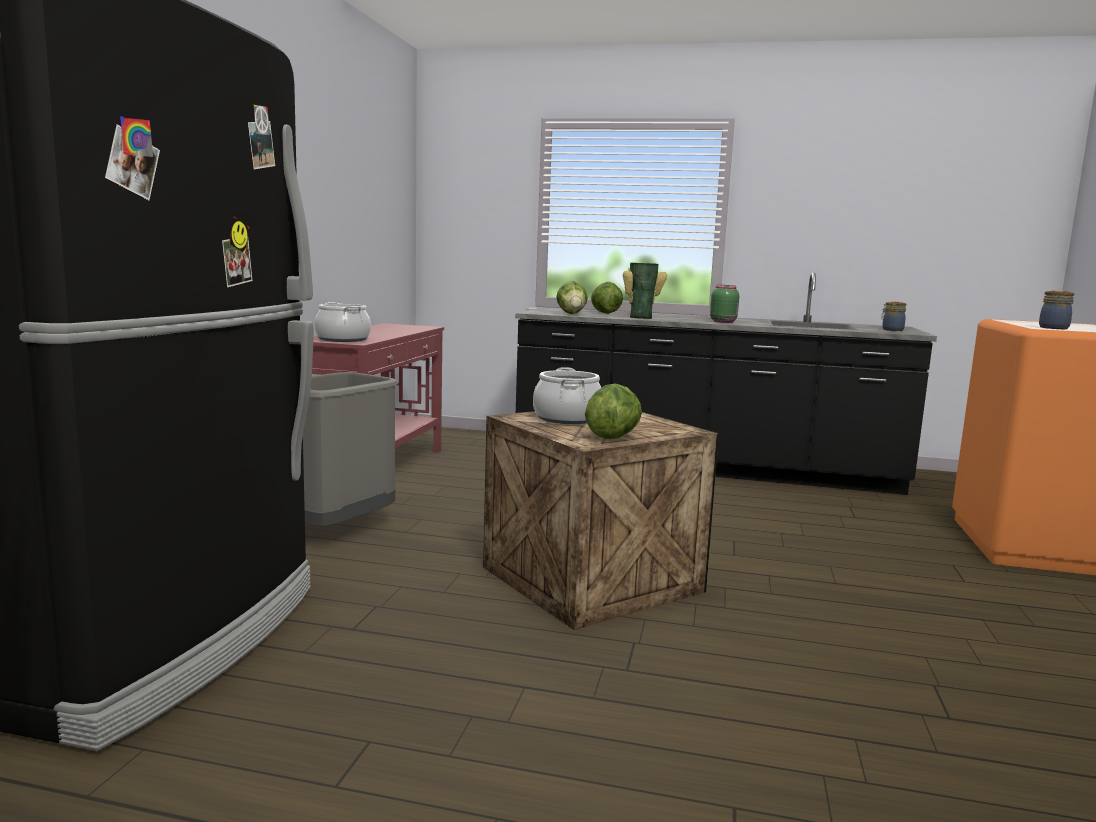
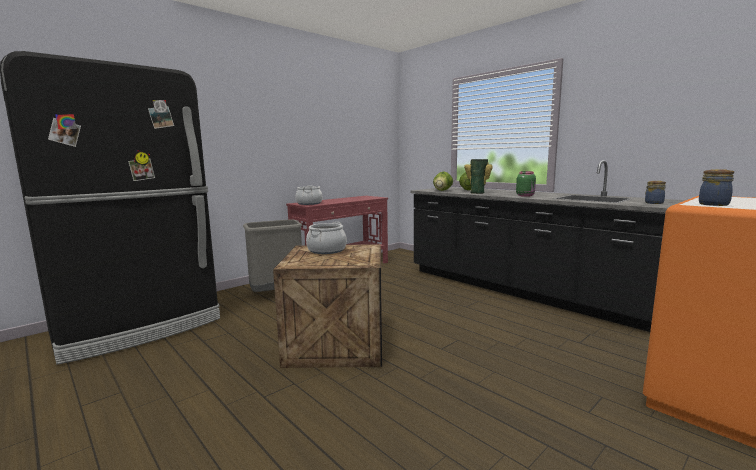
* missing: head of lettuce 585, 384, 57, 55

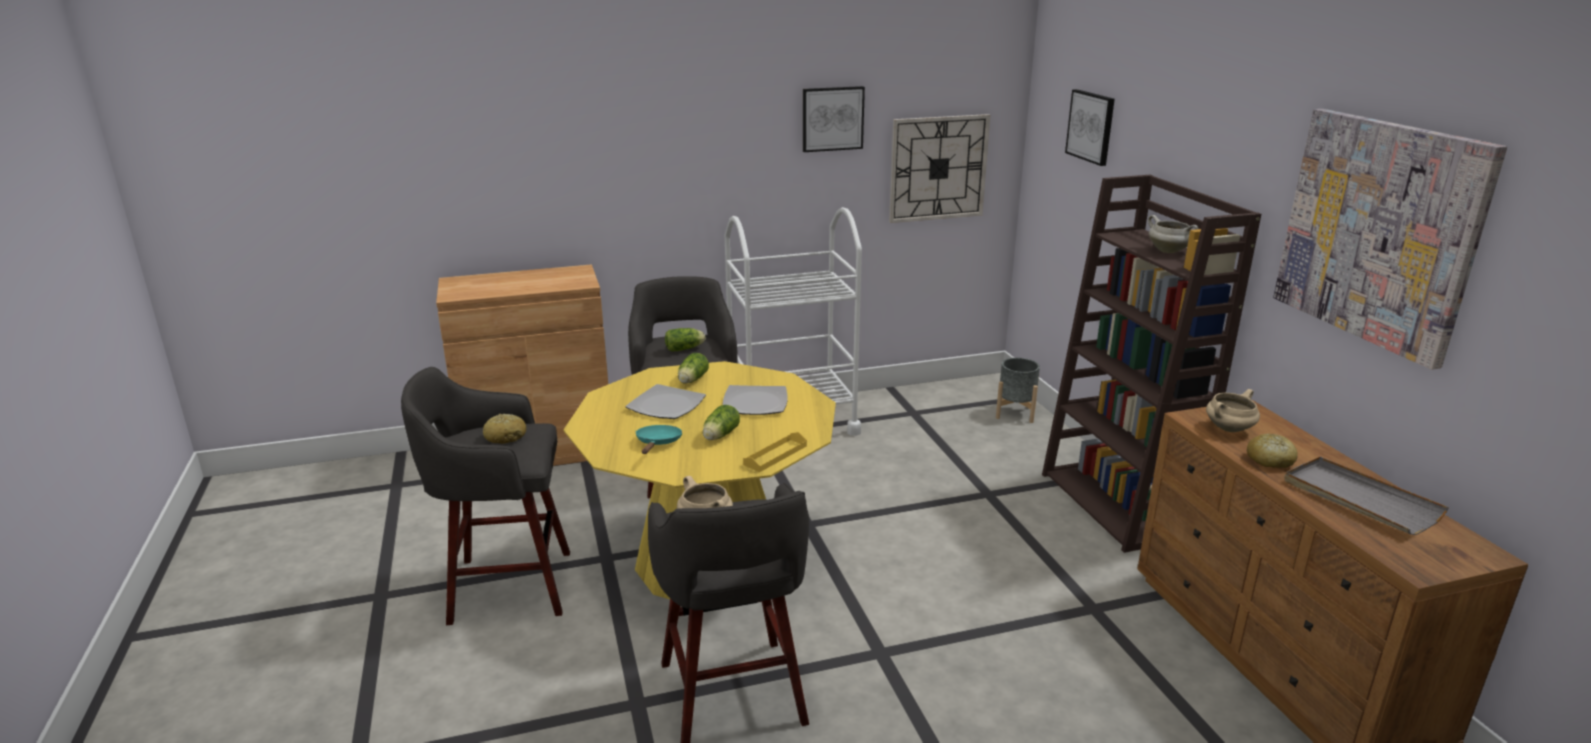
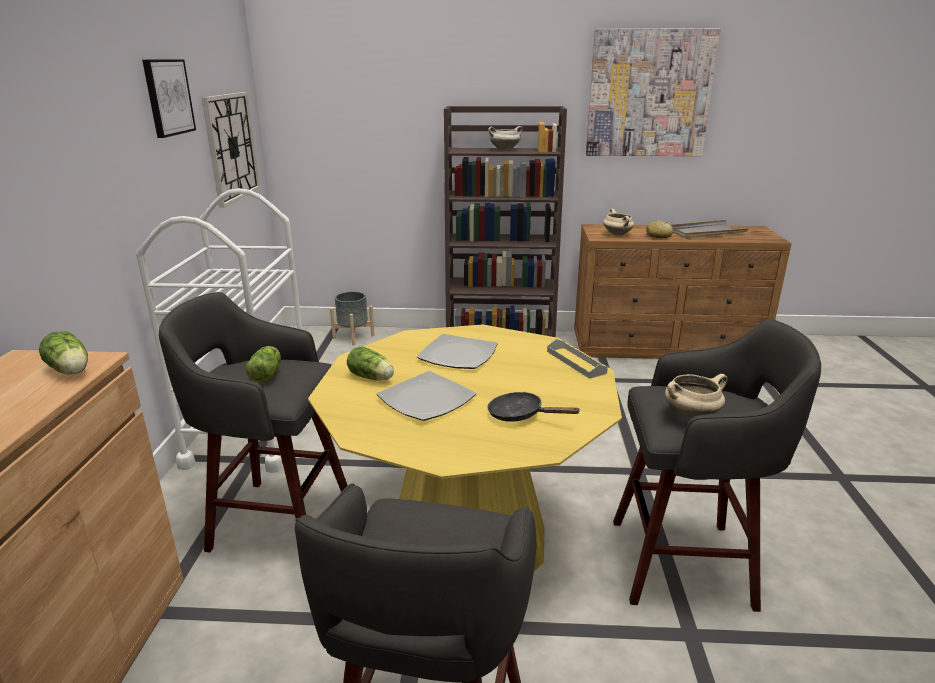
* missing: bakery bread 483, 414, 43, 30
* colour: frying pan in blue-green 636, 425, 46, 29 to frying pan in black-coloured 487, 392, 94, 30
* relocated: head of lettuce 703, 405, 37, 35 to 39, 331, 49, 43
* colour: tray in yellow 743, 432, 64, 40 to tray in grey 547, 339, 61, 40
* missing: wall art 1065, 89, 50, 77

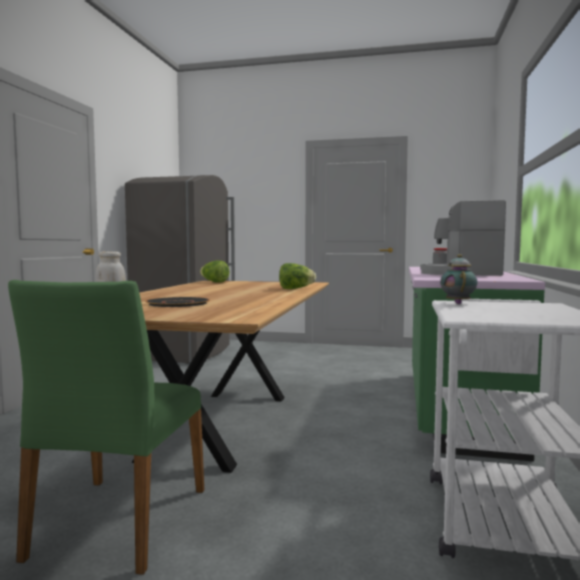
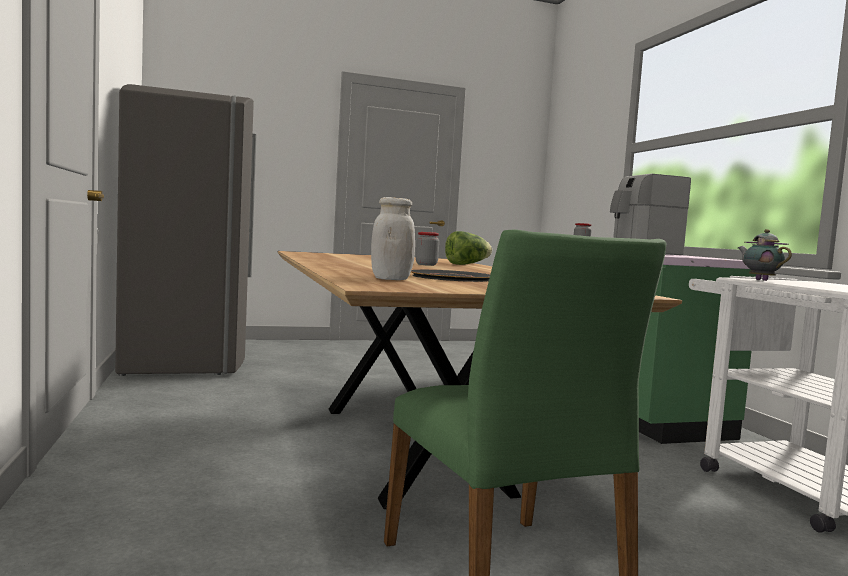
* missing: head of lettuce 200, 261, 29, 21
* appeared: jar 416, 232, 23, 34

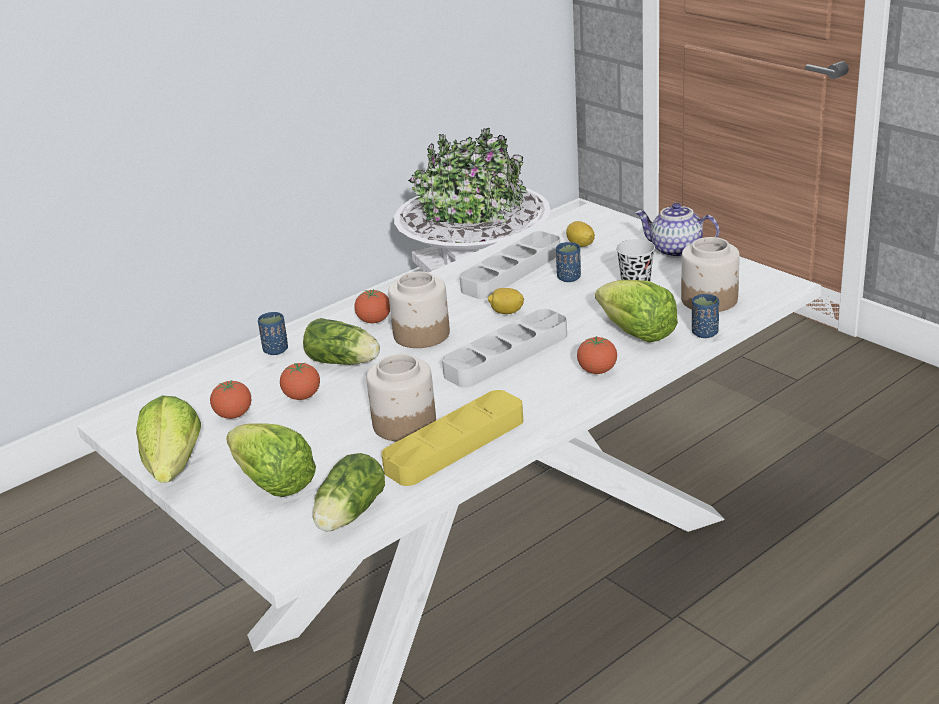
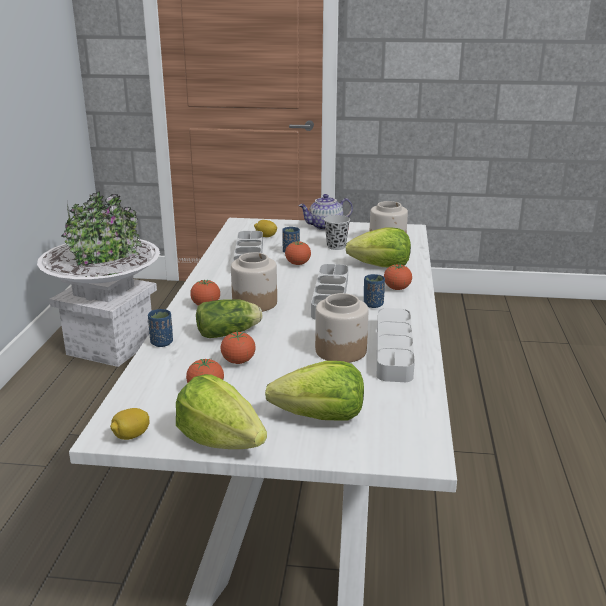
* missing: head of lettuce 313, 453, 72, 78
* colour: tray in yellow 381, 390, 142, 96 to tray in grey 377, 308, 38, 74
* relocated: whole lemon 488, 288, 36, 26 to 110, 408, 40, 32
* relocated: drinking cup in blue-coloured 692, 294, 27, 44 to 364, 274, 21, 34
* appeared: whole tomato 285, 241, 26, 24

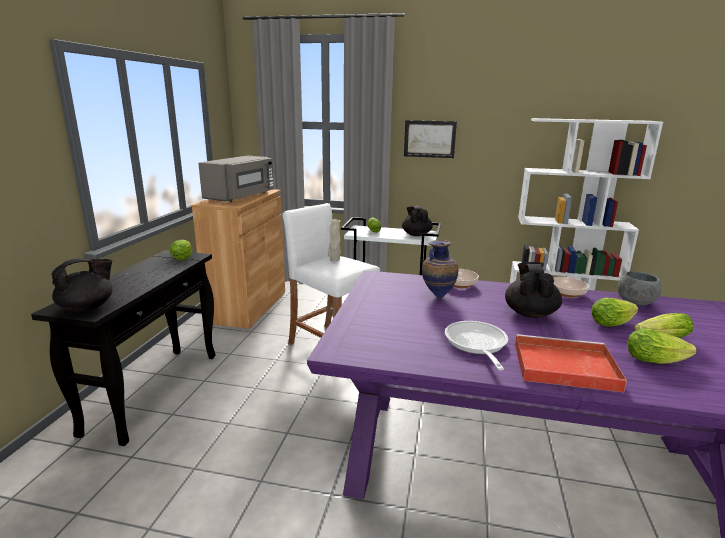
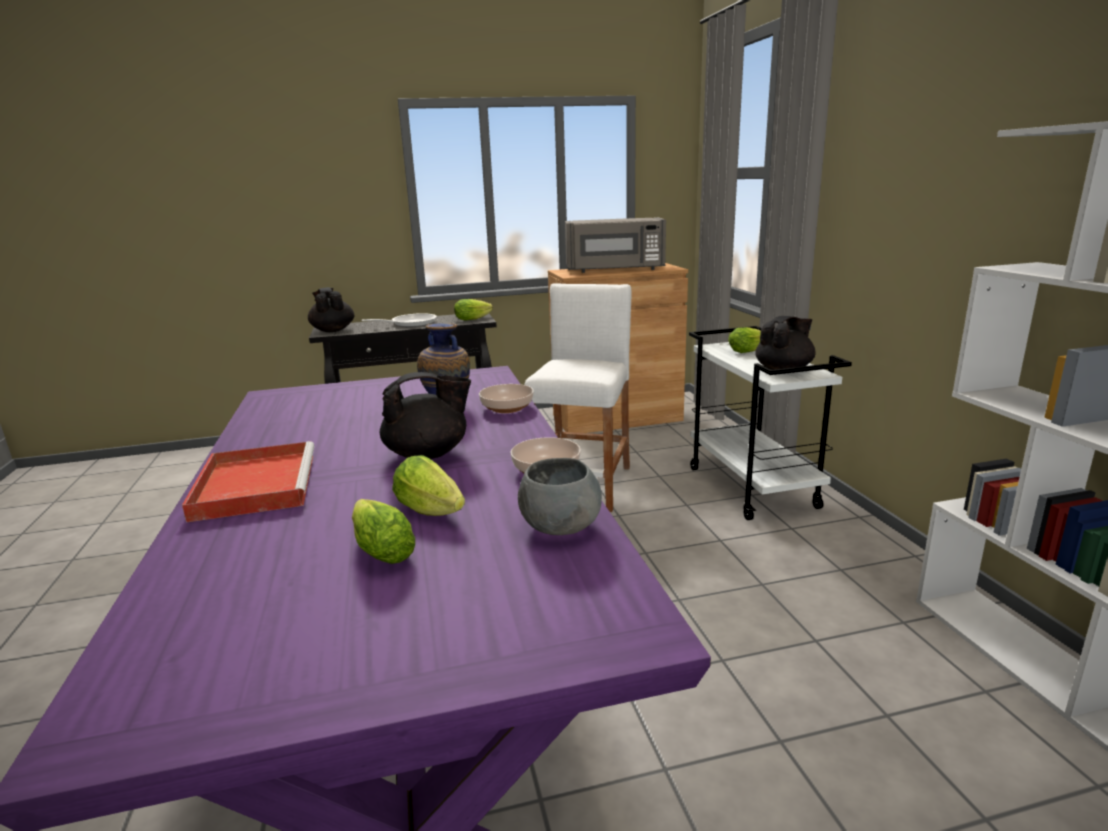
* spun: pot for tea in black-coloured 51, 258, 62, 54 = 308, 287, 46, 45 135 degrees counterclockwise
* missing: flower vase in beige-coloured 328, 219, 13, 42
* missing: wall art 404, 120, 53, 38
* relocated: frying pan 445, 321, 63, 49 to 361, 313, 75, 14
* missing: head of lettuce 627, 328, 69, 36

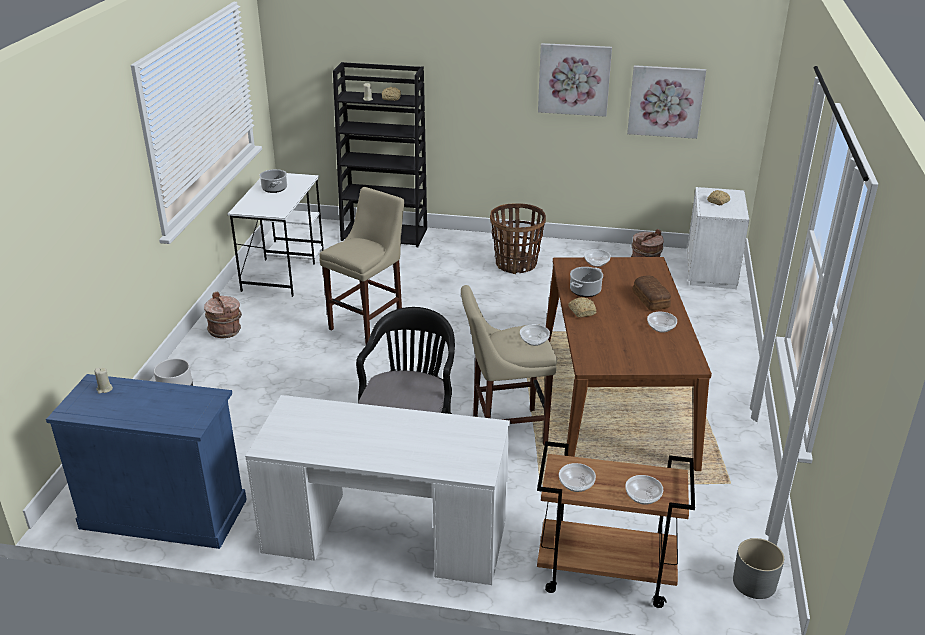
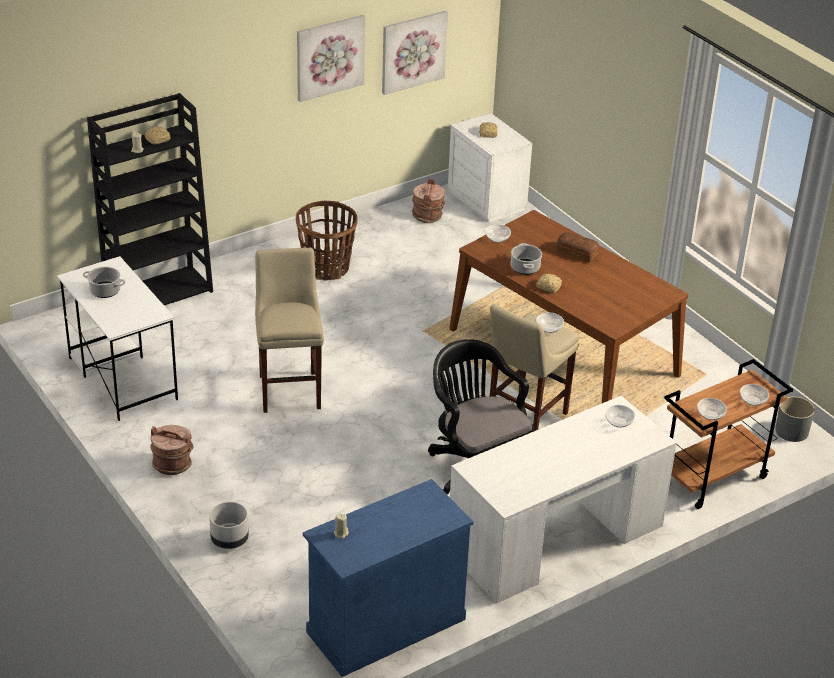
* relocated: serving bowl 647, 312, 30, 21 to 605, 405, 30, 23

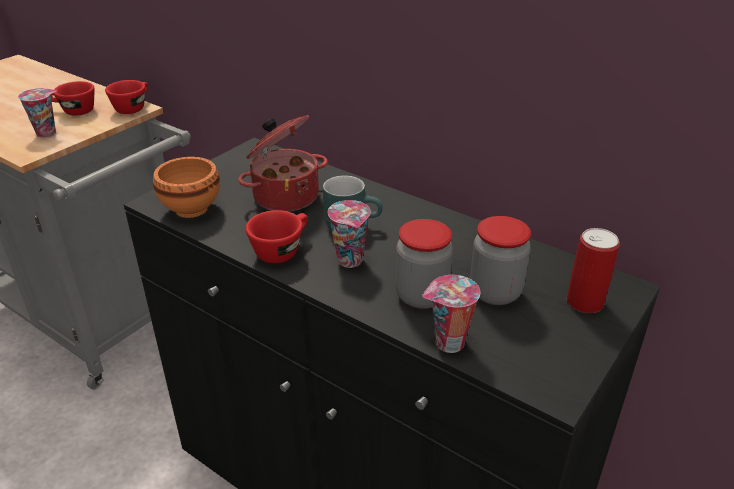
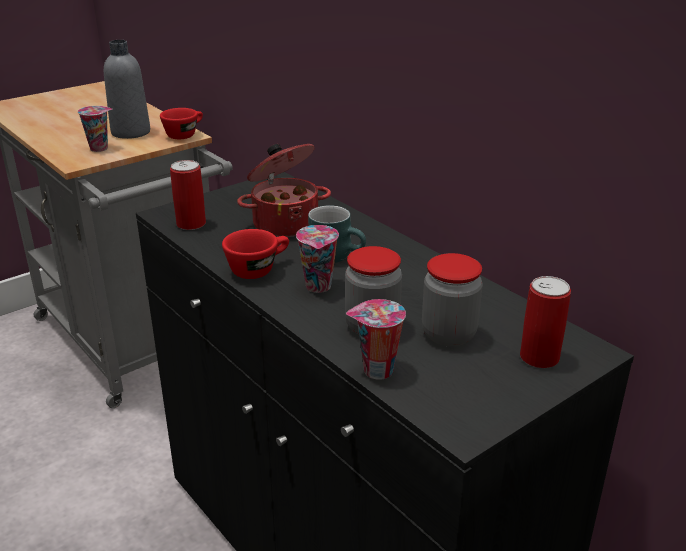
* exchanged: drinking cup in red 51, 81, 44, 35 to beverage bottle in grey 104, 40, 46, 99
* exchanged: serving bowl in orange 153, 157, 67, 61 to metal can 170, 160, 36, 70

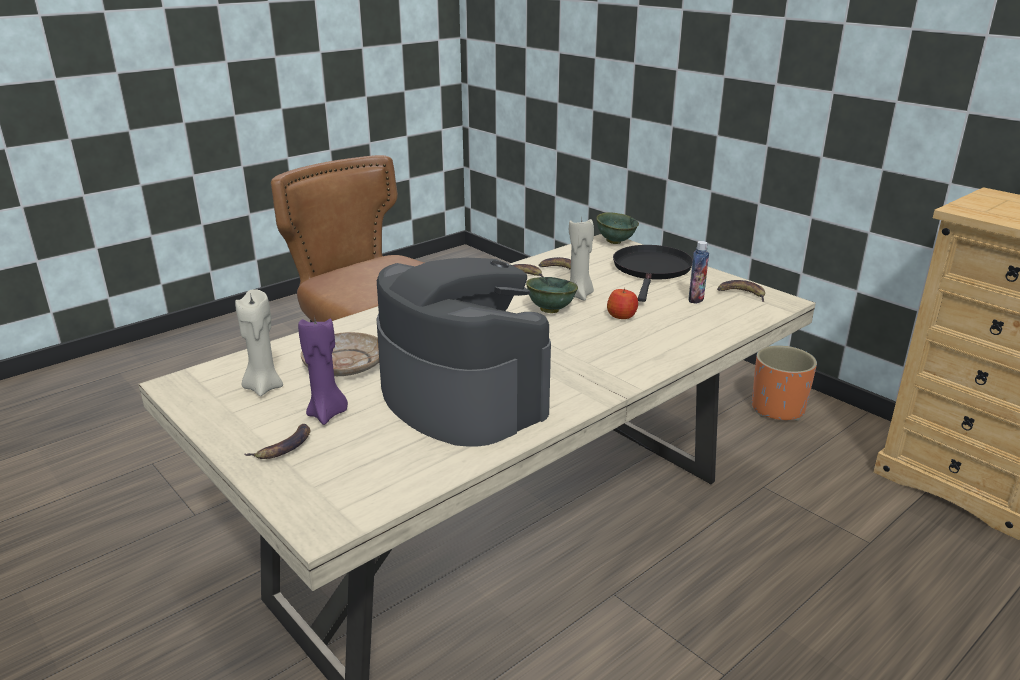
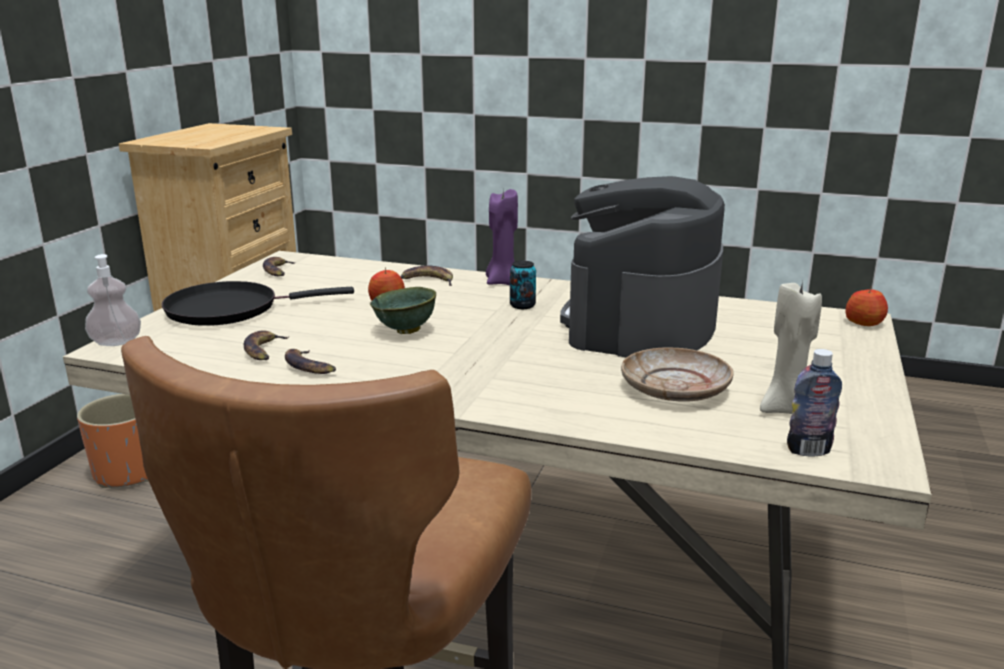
* relocated: banana 244, 424, 66, 35 to 400, 266, 53, 20
* relocated: wax candle in purple-coloured 298, 315, 50, 110 to 486, 189, 32, 96
* missing: wax candle in beige-coloured 569, 219, 25, 82
* exchanged: serving bowl in green 596, 212, 43, 32 to soap dispenser 85, 254, 56, 92
* relocated: beverage bottle 688, 241, 21, 63 to 787, 349, 55, 108
* appeared: metal can 510, 260, 26, 49
* appeared: apple 846, 288, 42, 38

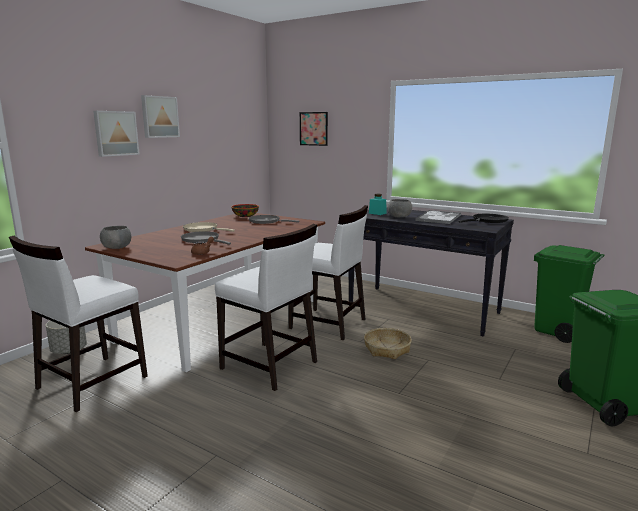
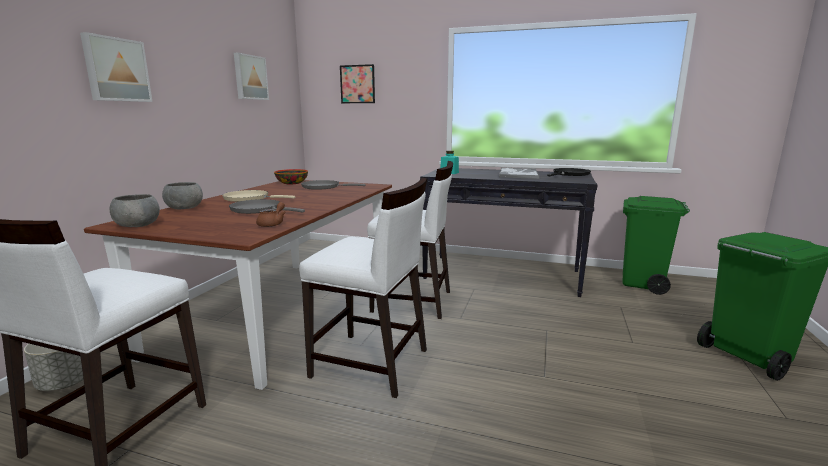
* relocated: wall art 141, 95, 39, 43 to 234, 53, 35, 47
* missing: basket 364, 328, 48, 31
* relocated: serving bowl in grey 388, 199, 24, 18 to 162, 182, 41, 27

